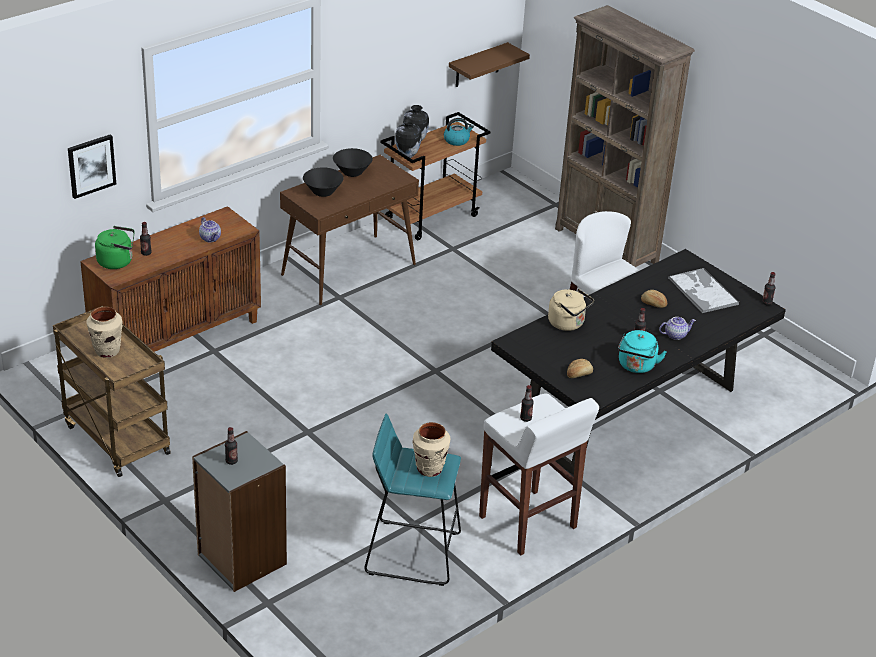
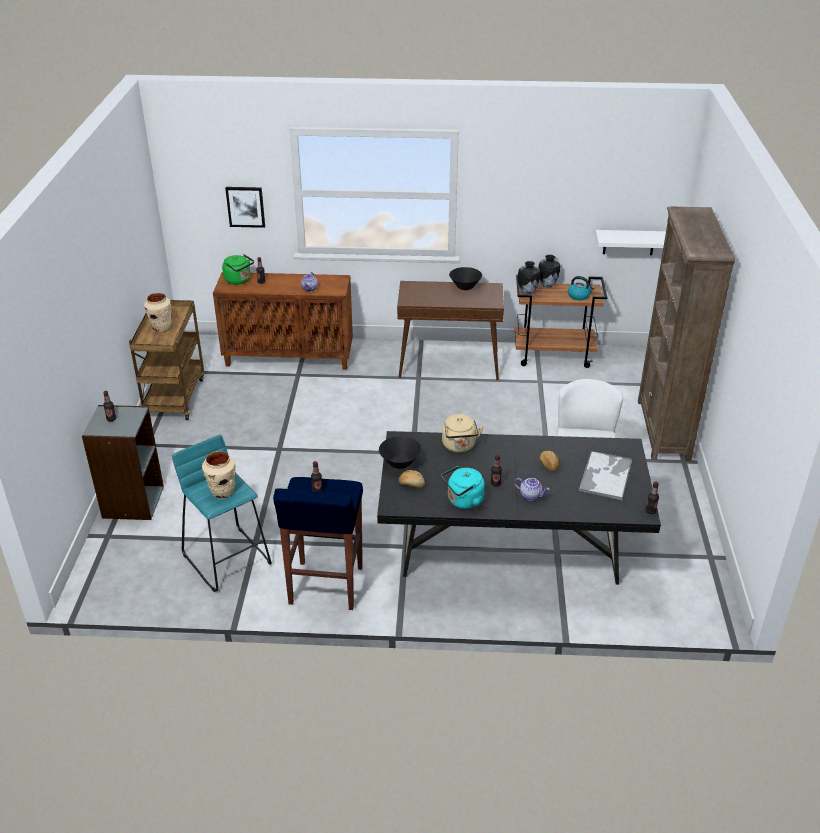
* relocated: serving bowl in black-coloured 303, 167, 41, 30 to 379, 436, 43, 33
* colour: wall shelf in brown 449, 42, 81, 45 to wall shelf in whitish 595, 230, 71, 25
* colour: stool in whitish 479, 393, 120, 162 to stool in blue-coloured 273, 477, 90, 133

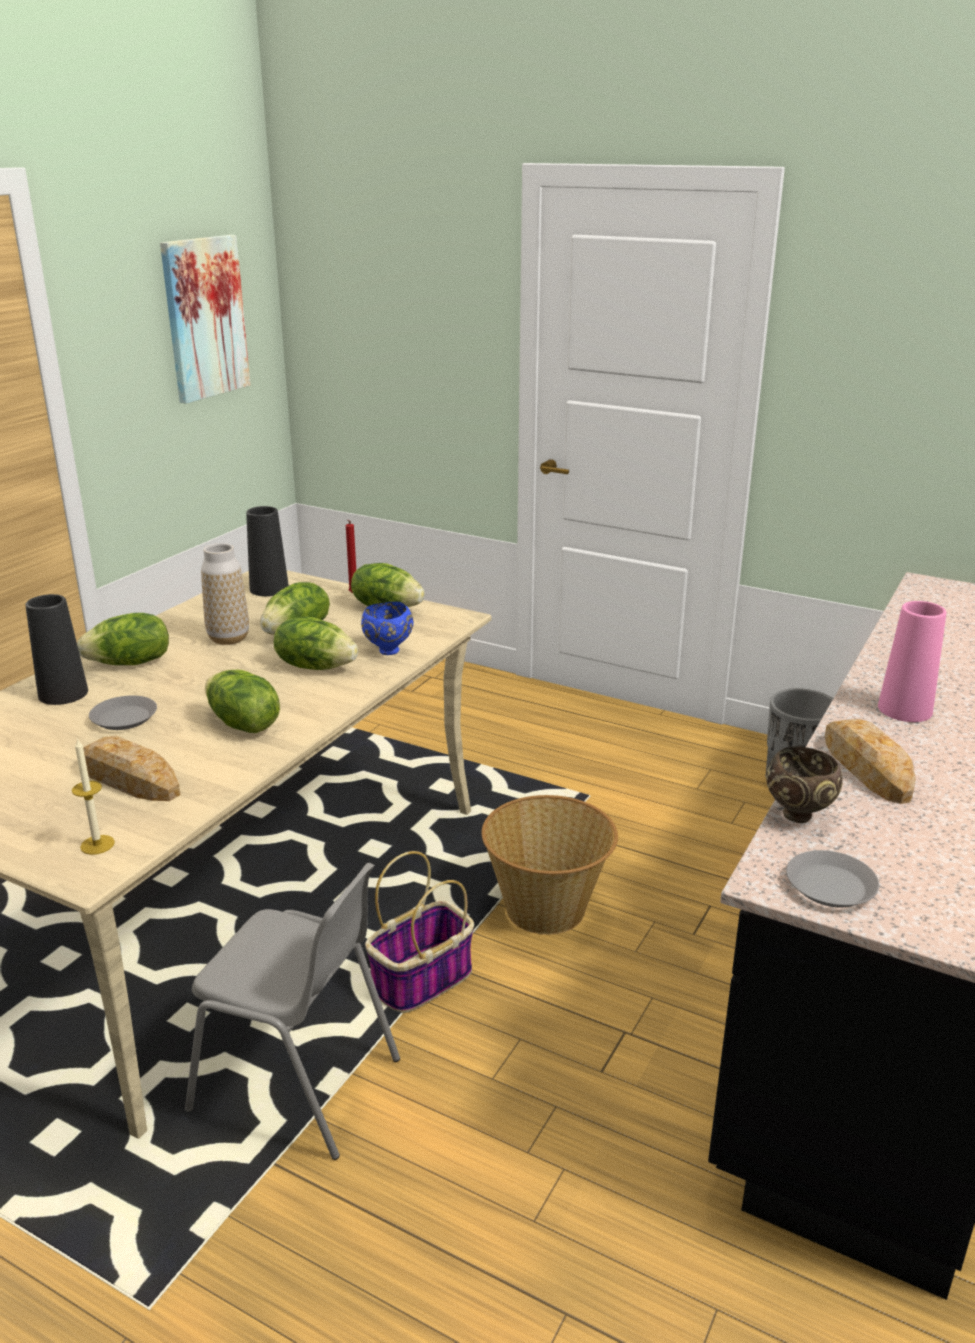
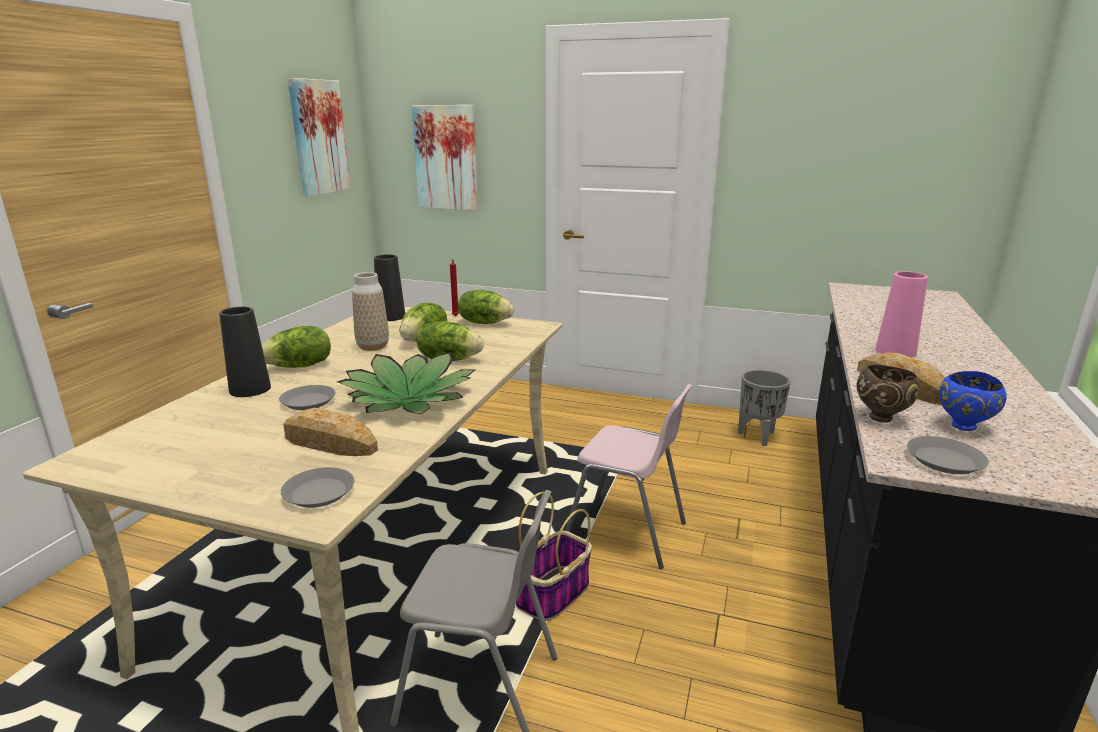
* exchanged: wax candle 72, 738, 43, 117 to plate in grey 281, 467, 73, 41
* exchanged: head of lettuce 205, 670, 75, 63 to plant in a pot 337, 352, 139, 62
* relocated: serving bowl in blue-coloured 361, 602, 52, 53 to 939, 371, 68, 60
* exchanged: basket 481, 795, 137, 140 to plain chair in pink-coloured 565, 384, 127, 185
* appeared: wall art 411, 105, 67, 106

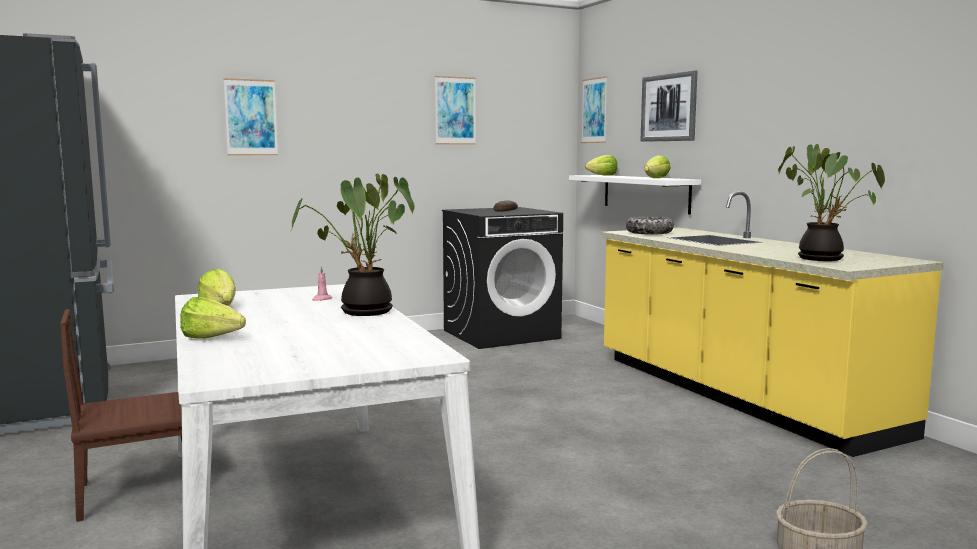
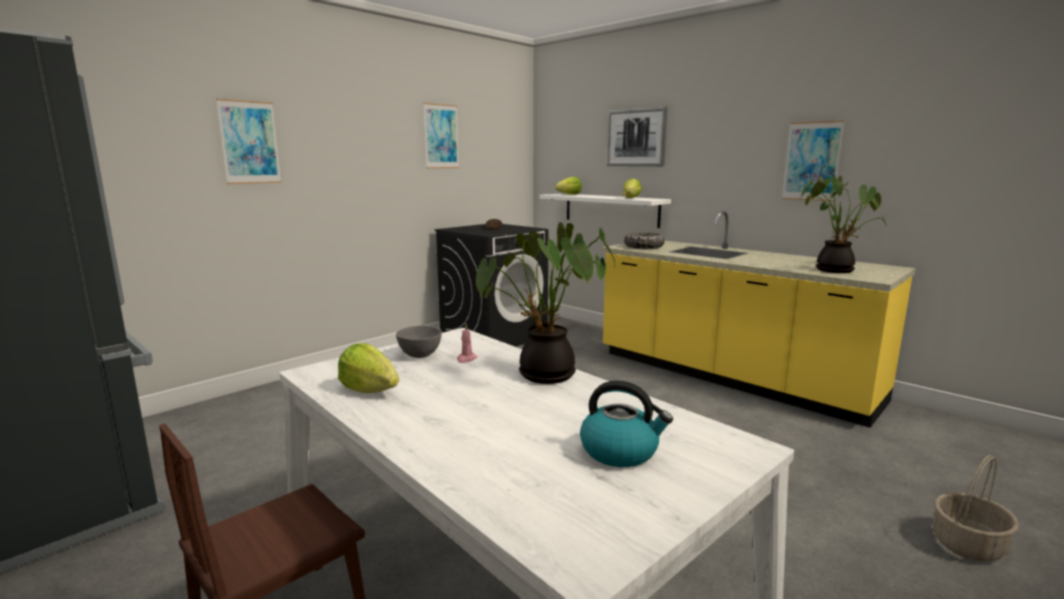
* missing: head of lettuce 180, 297, 66, 42
* relocated: wall art 581, 76, 26, 67 to 782, 120, 63, 82
* appeared: serving bowl in grey 396, 325, 46, 33
* appeared: tea kettle 580, 380, 93, 87

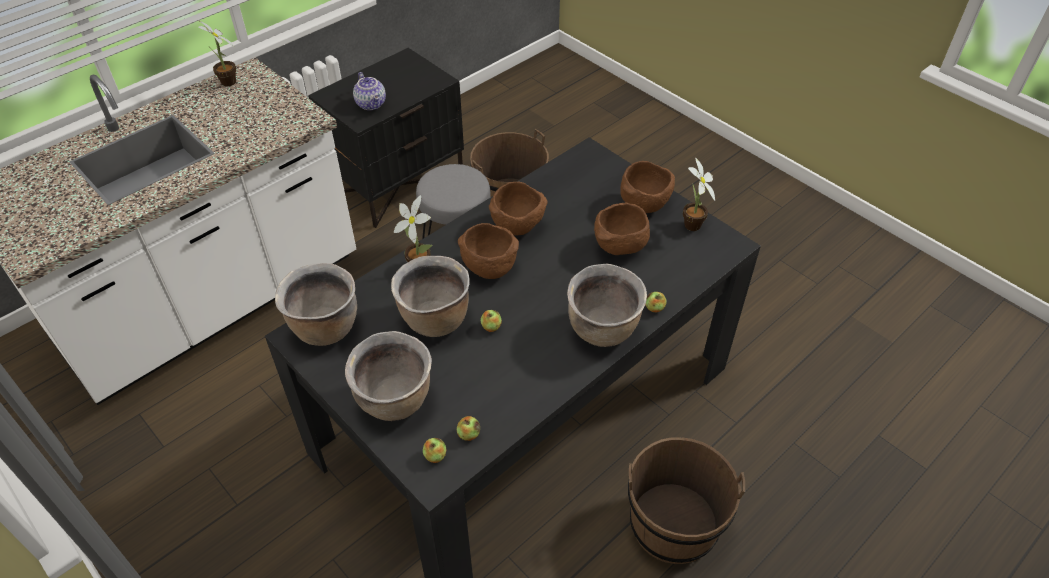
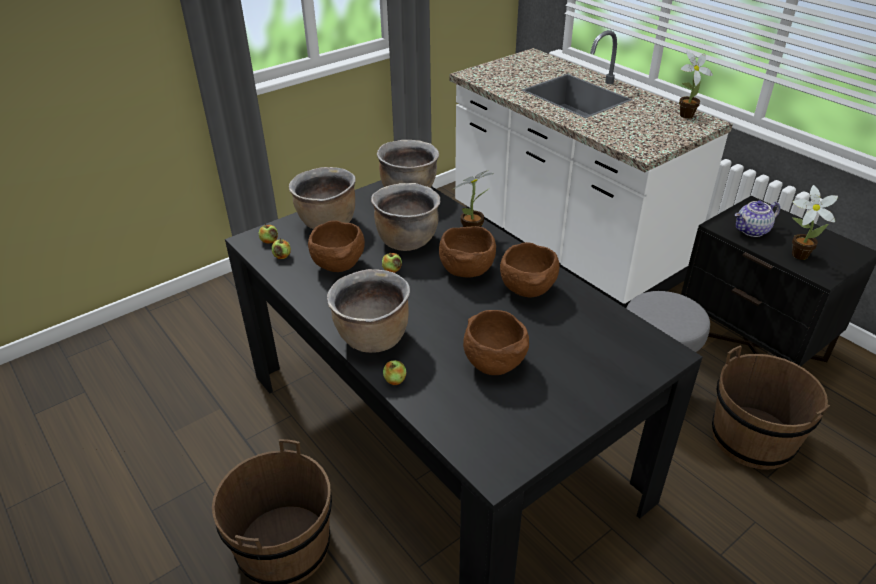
* relocated: serving bowl in brown 620, 161, 55, 52 to 308, 220, 57, 52
* relocated: plant in a pot 683, 157, 32, 74 to 792, 185, 46, 75

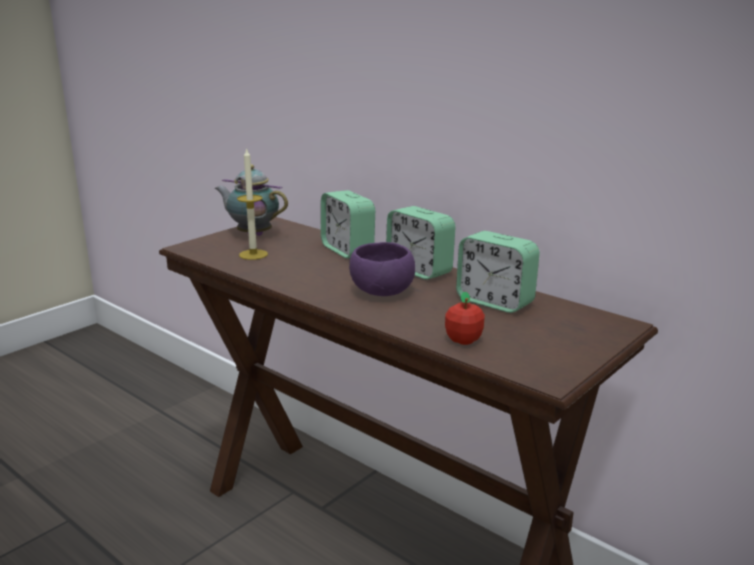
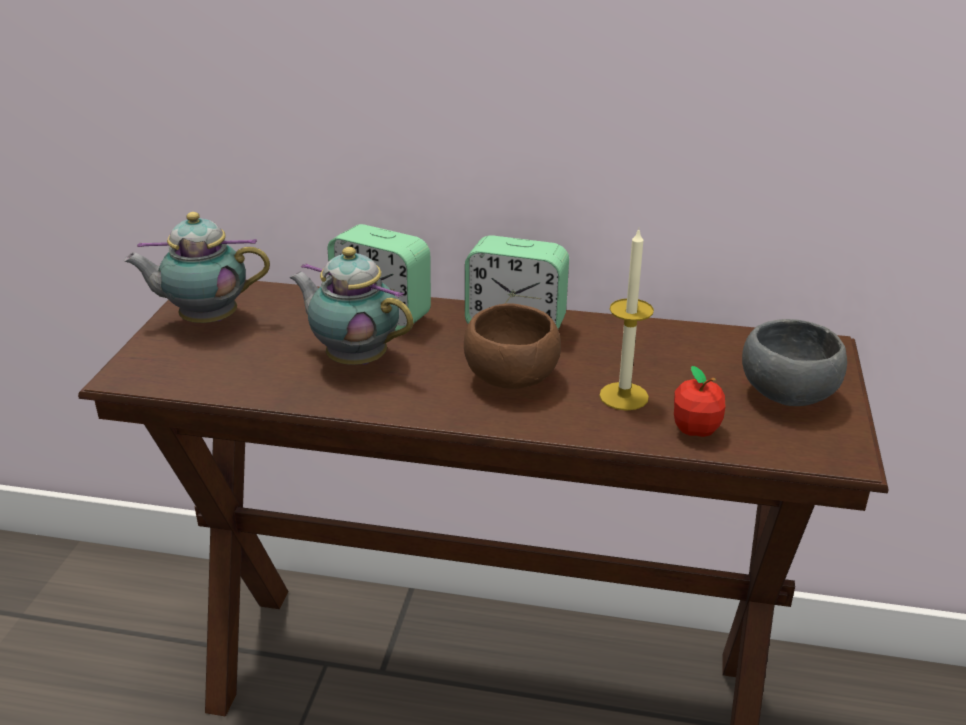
* relocated: wax candle 237, 147, 31, 113 to 599, 228, 55, 183
* colour: serving bowl in purple-coloured 349, 242, 66, 54 to serving bowl in brown 464, 303, 97, 86
* missing: table clock 456, 231, 84, 82
* appeared: pot for tea 289, 247, 125, 118
* appeared: serving bowl in grey 742, 319, 105, 87

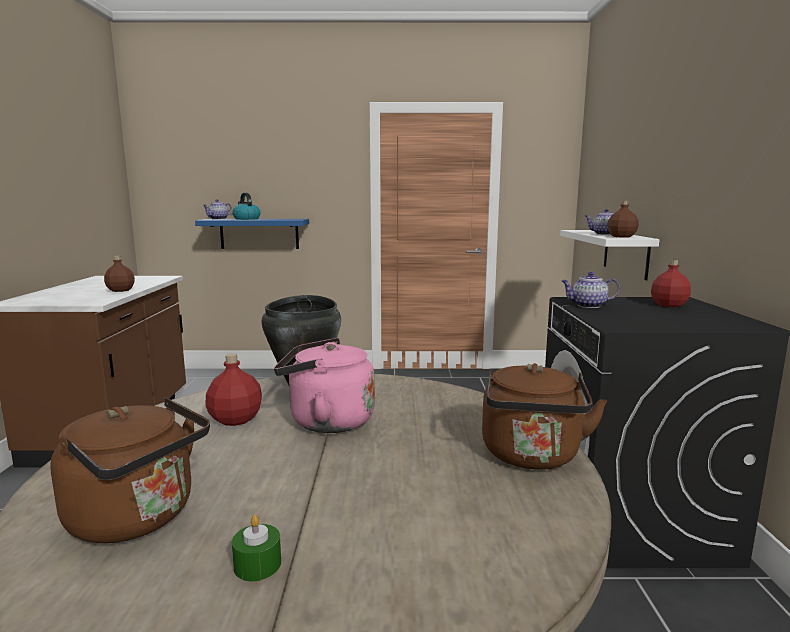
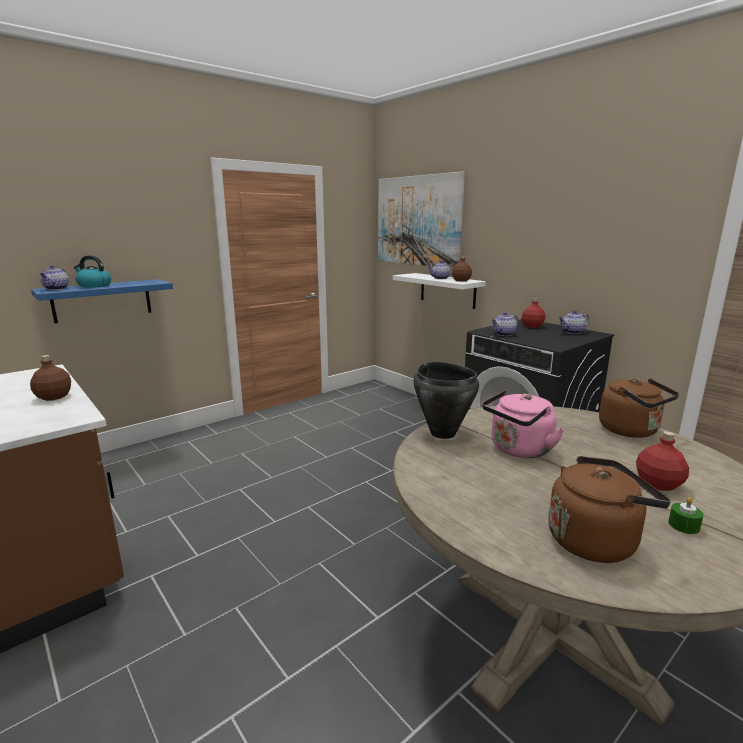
* relocated: beverage bottle in red 205, 353, 57, 73 to 636, 431, 53, 60
* appeared: wall art 378, 172, 87, 96
* appeared: pot for tea 559, 310, 31, 24

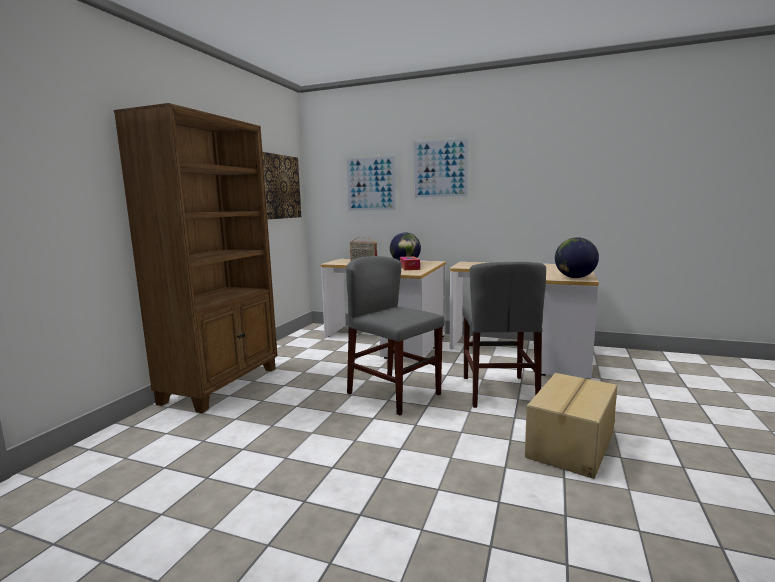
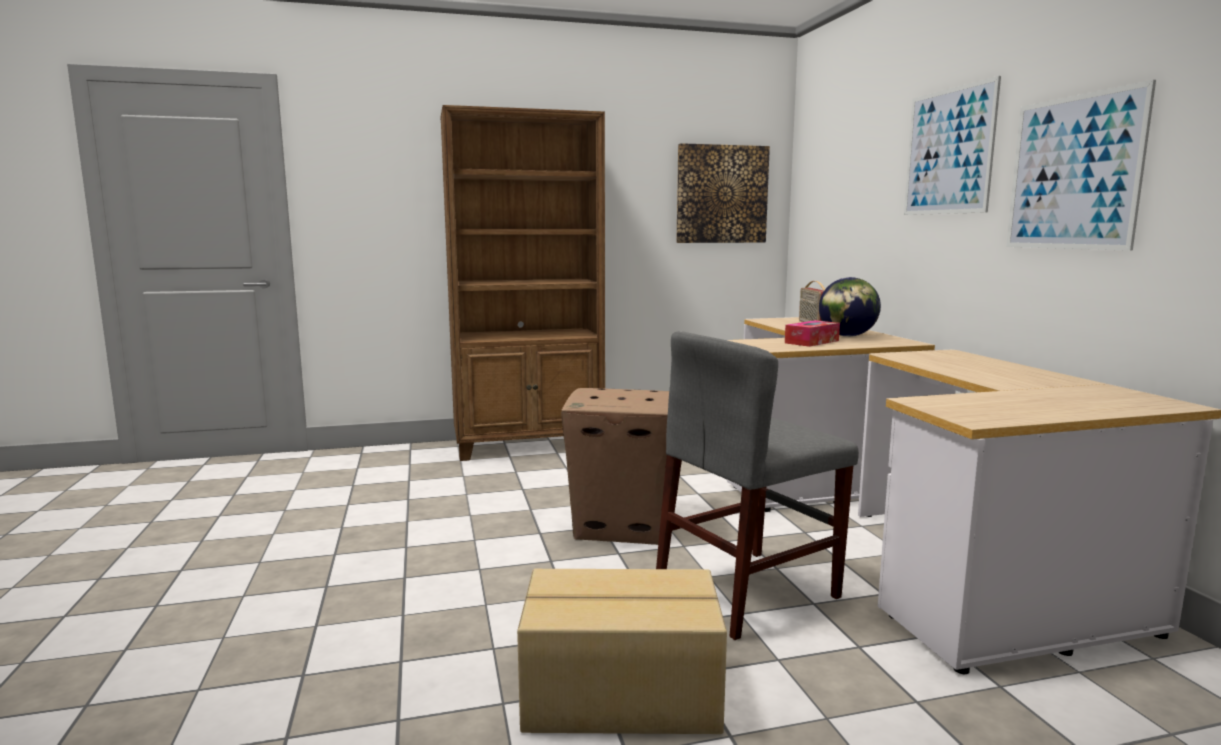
* relocated: wall art 345, 155, 52, 57 to 1006, 80, 150, 171
* exchanged: plain chair in grey 346, 256, 98, 160 to carton 561, 388, 108, 157
* missing: globe 555, 237, 44, 41

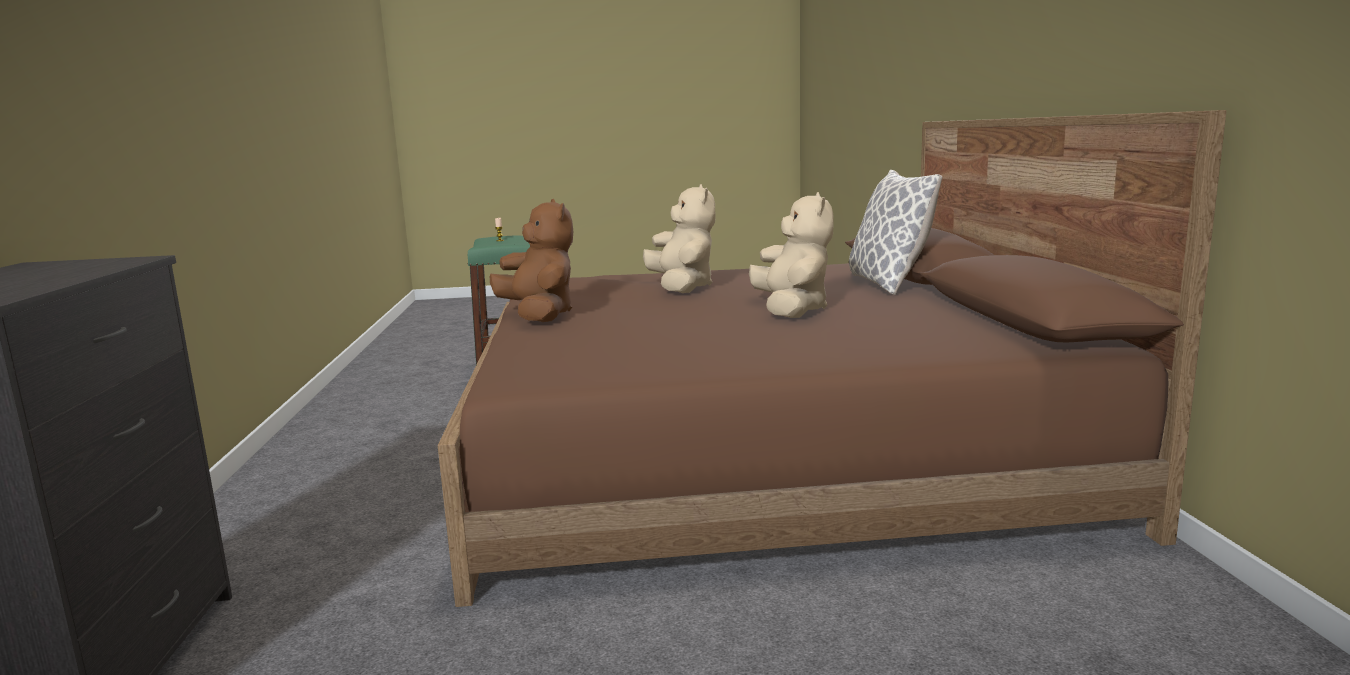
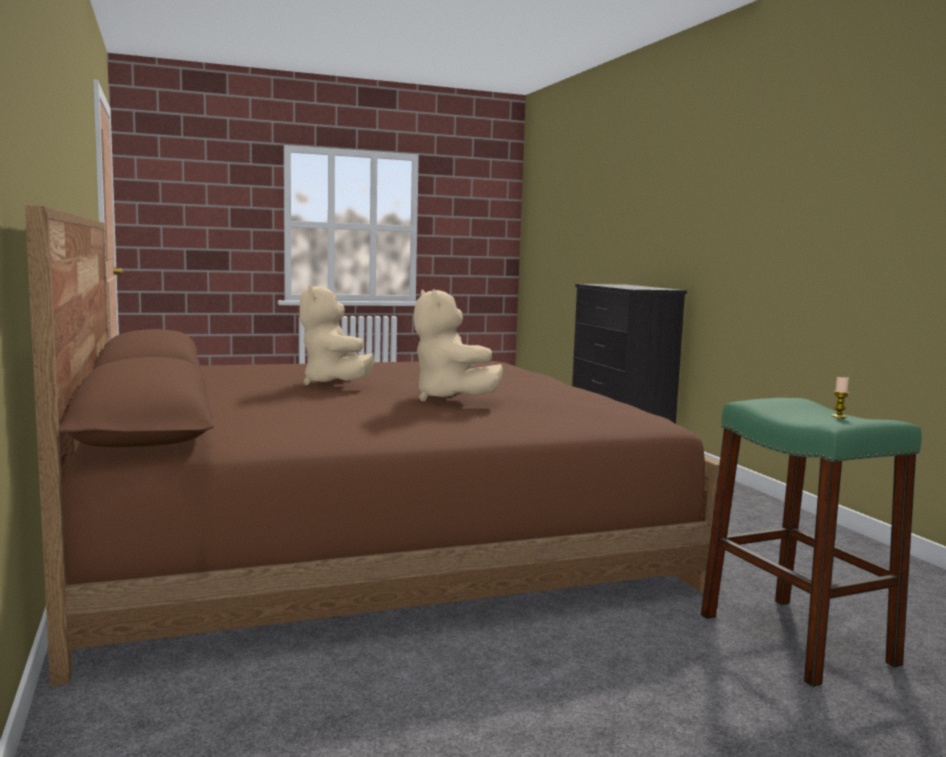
* missing: soft toy in brown 490, 199, 83, 123
* missing: pillow 849, 170, 93, 125

